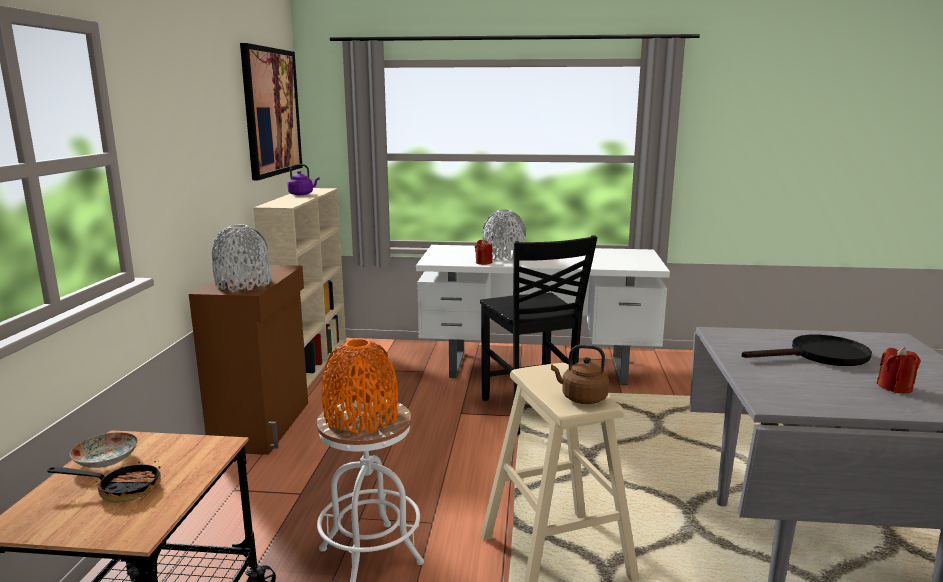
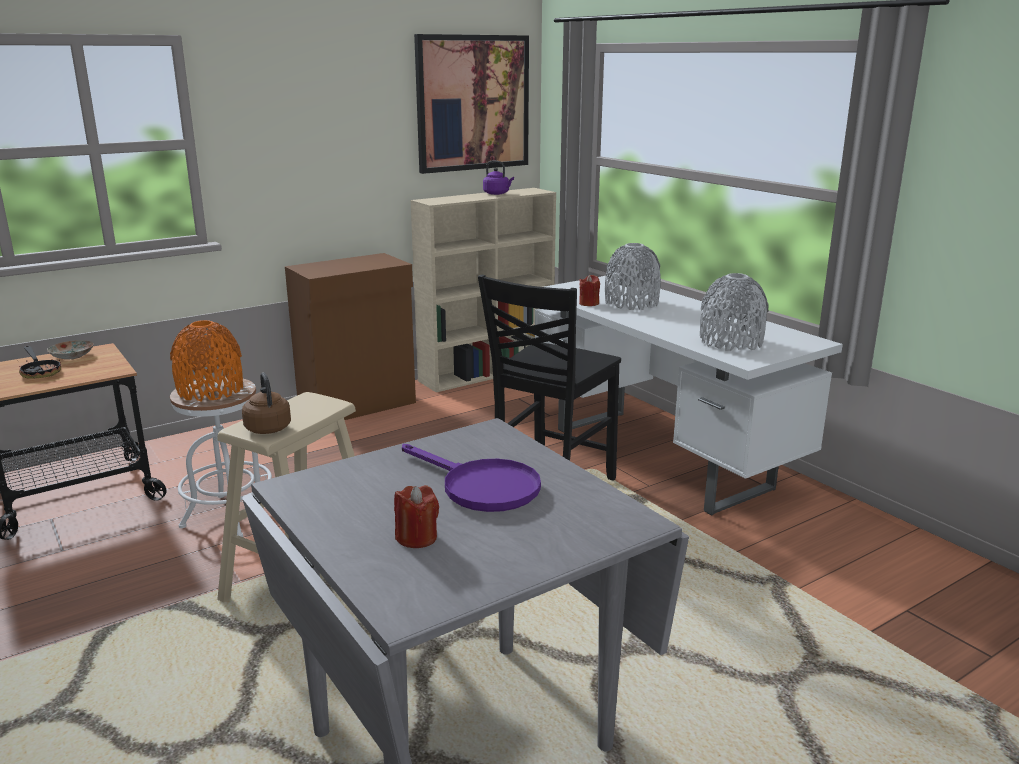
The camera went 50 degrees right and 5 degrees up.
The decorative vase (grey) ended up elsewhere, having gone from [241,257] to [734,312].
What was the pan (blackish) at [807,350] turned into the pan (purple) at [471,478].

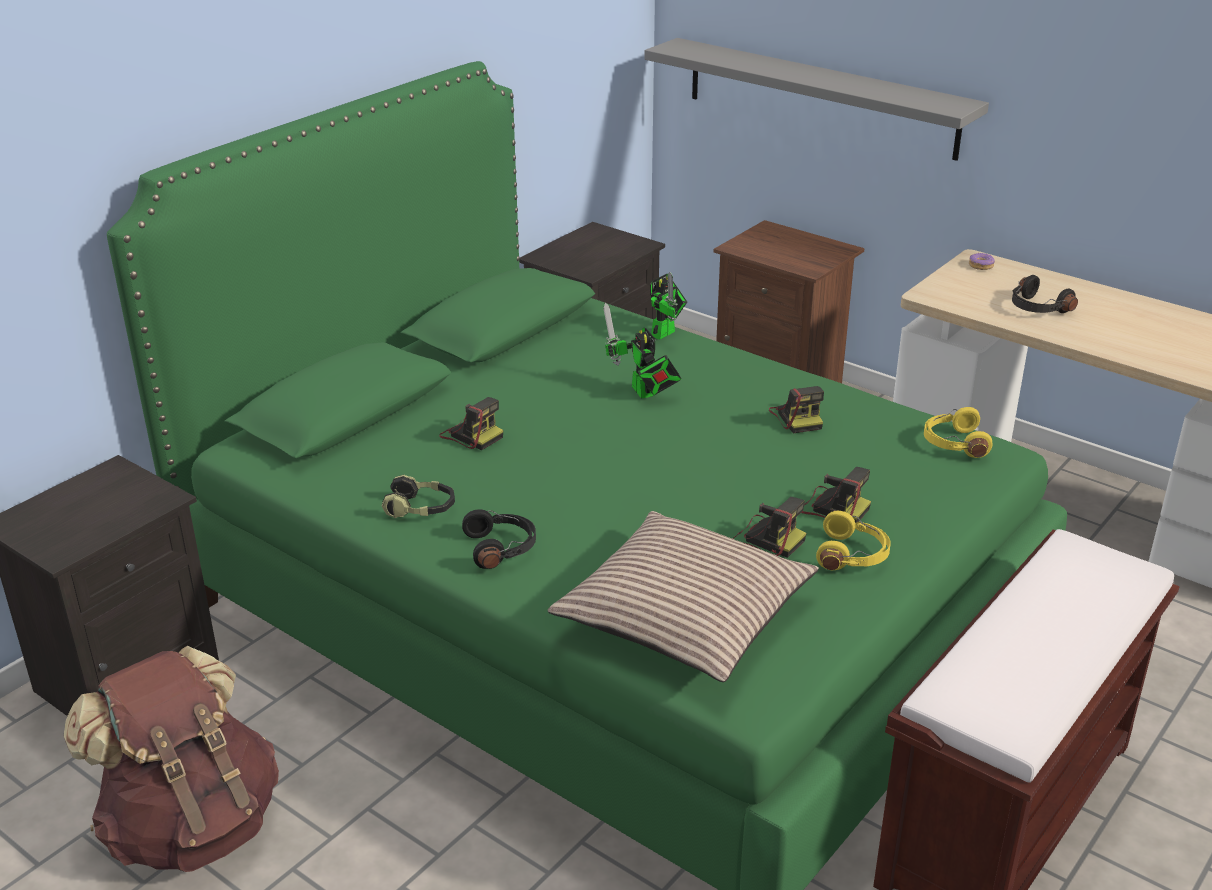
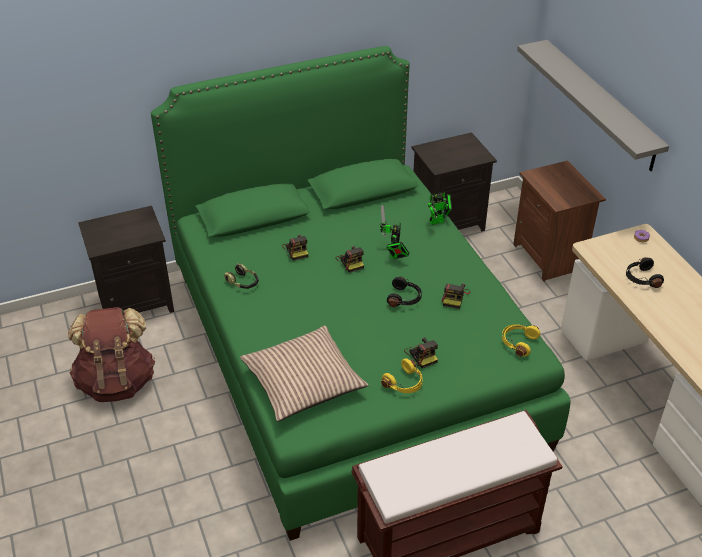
The camera went 30 degrees right and 10 degrees up.
The photo camera ended up elsewhere, having gone from [769,527] to [350,259].
The pair of headphones (blackish) ended up elsewhere, having gone from [499,539] to [404,292].

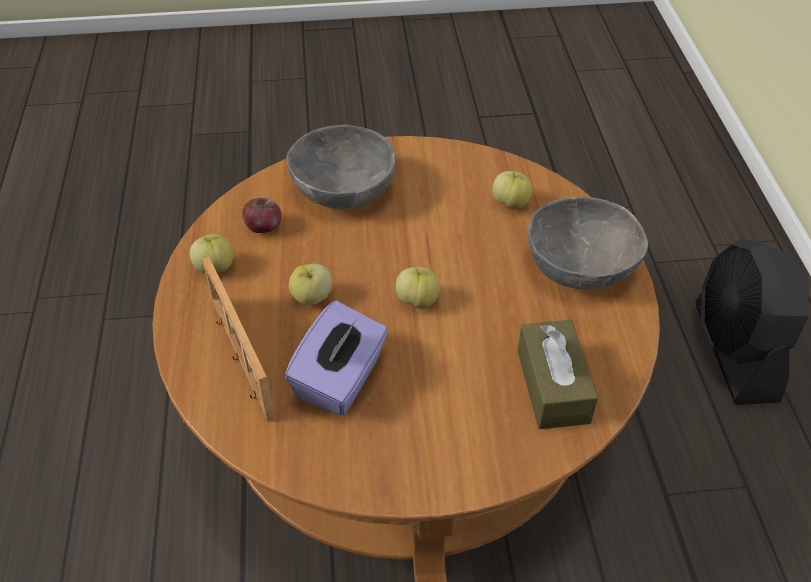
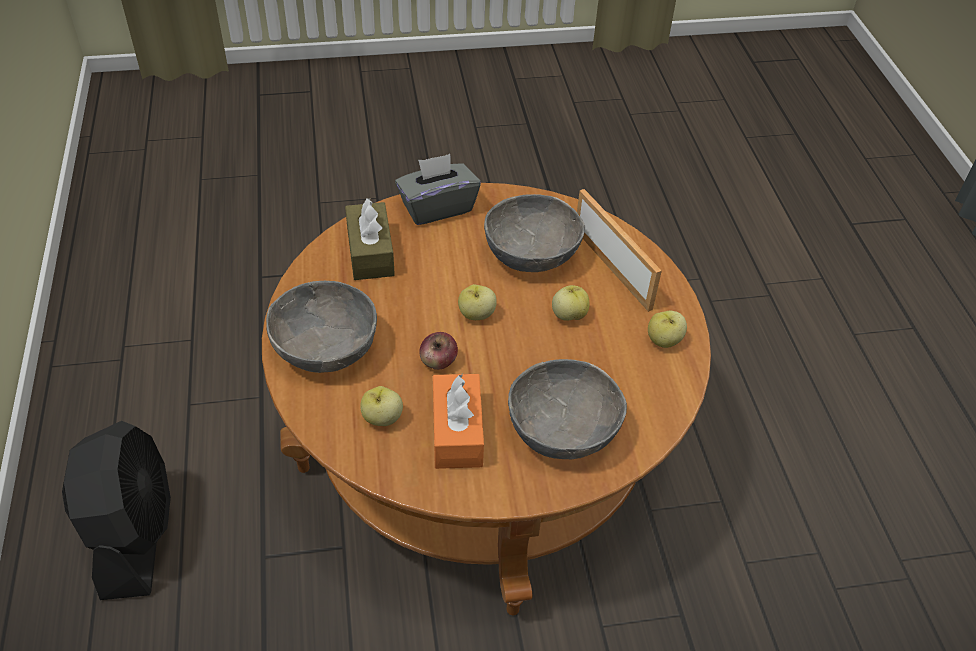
The camera went 175 degrees right and 0 degrees up.
The apple fruit ended up elsewhere, having gone from [262,215] to [438,351].
Where the box of tissues (purple) stood at [336,358], the deep dish (grey) came to stand at [534,233].
The second view gained the box of tissues (grey) at [438,189].
The second view gained the box of tissues (orange-coloured) at [458,421].

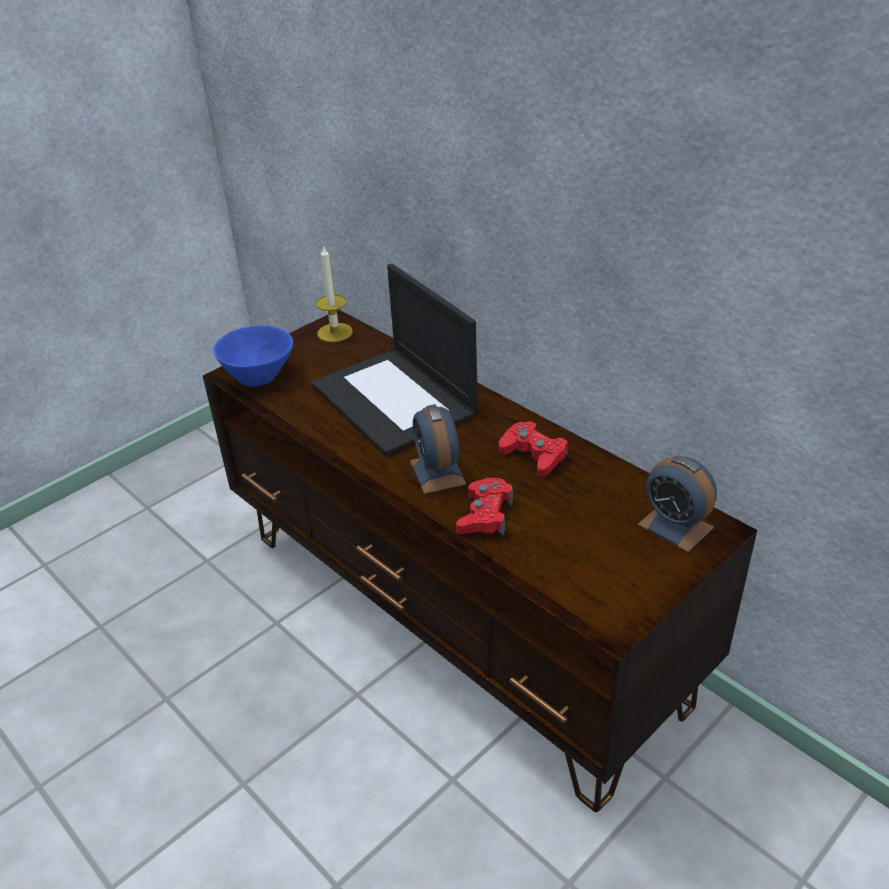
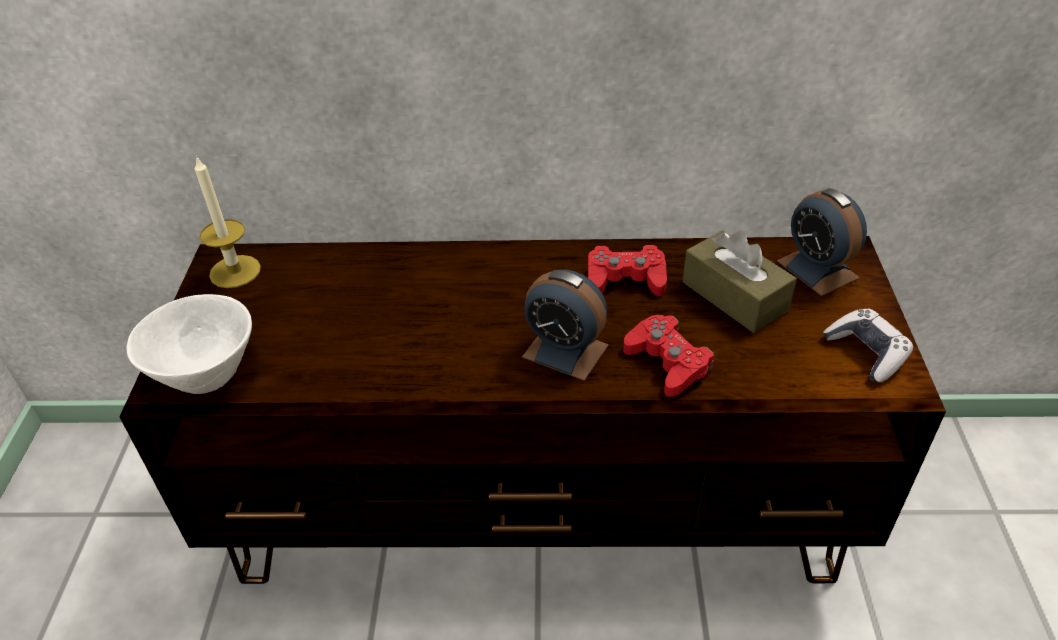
The camera went 45 degrees left and 5 degrees up.
The second view lost the notebook computer at [394,359].
What was the deep dish (blue) at [253,356] turned into the deep dish (white) at [189,344].
The alarm clock at [677,503] ended up facing another way, 60 degrees clockwise from before.
The second view gained the box of tissues (brownish) at [740,281].
The second view gained the gamepad at [868,346].

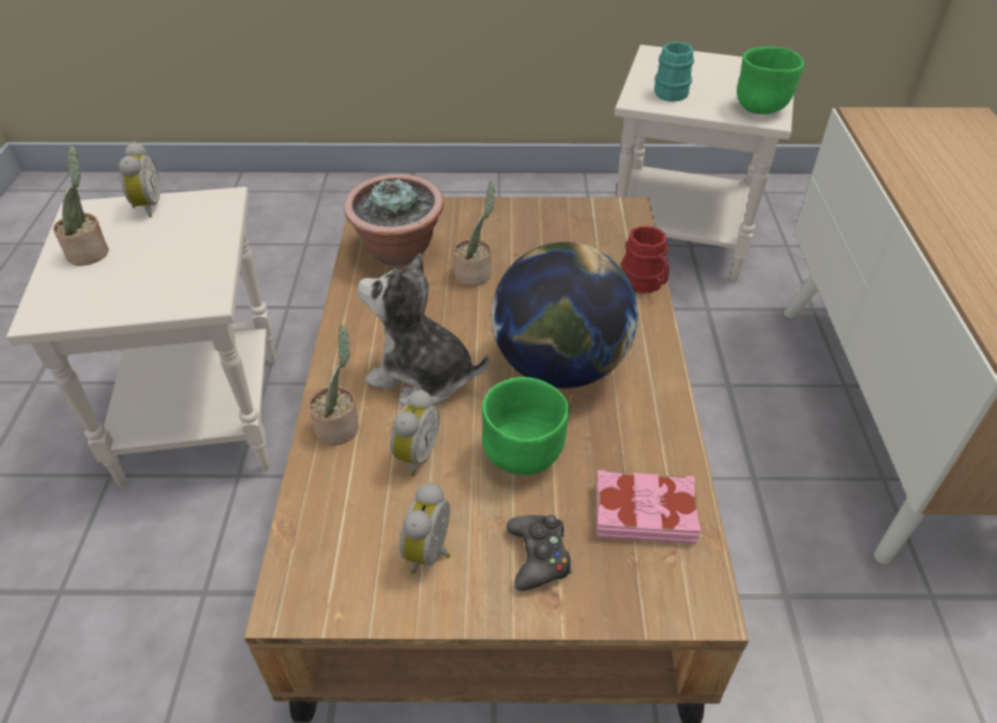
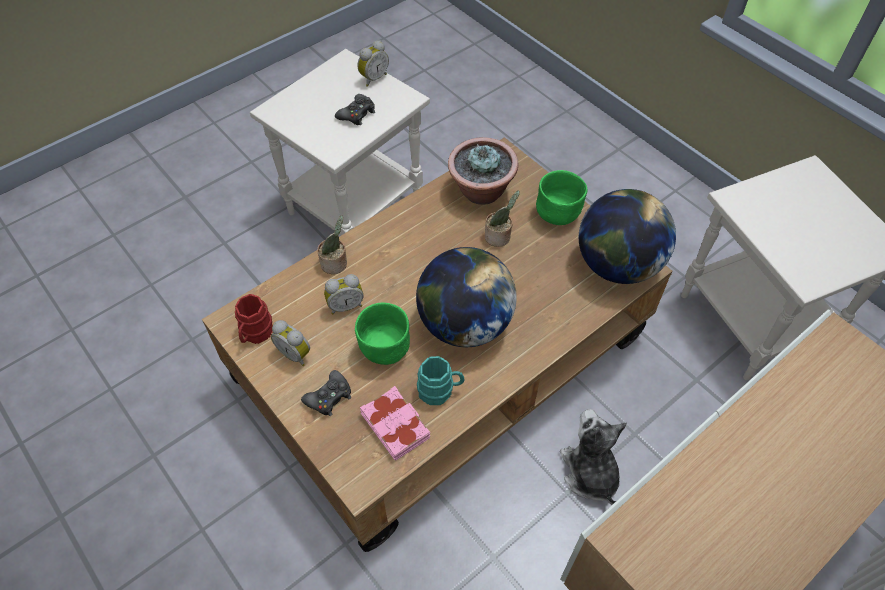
The camera went 50 degrees right and 10 degrees up.
The coffee mug (turquoise-coloured) ended up elsewhere, having gone from [674,72] to [441,380].
The deep dish (greenish) ended up elsewhere, having gone from [770,80] to [562,197].
The second view lost the potted plant at [81,206].
The coffee mug (reddish) ended up elsewhere, having gone from [645,259] to [254,319].
The cuddly toy ended up elsewhere, having gone from [423,329] to [593,457].
The alarm clock at [425,528] ended up facing another way, 120 degrees counterclockwise from before.
The second view gained the gamepad (blackish) at [355,109].
The second view gained the world globe at [627,236].

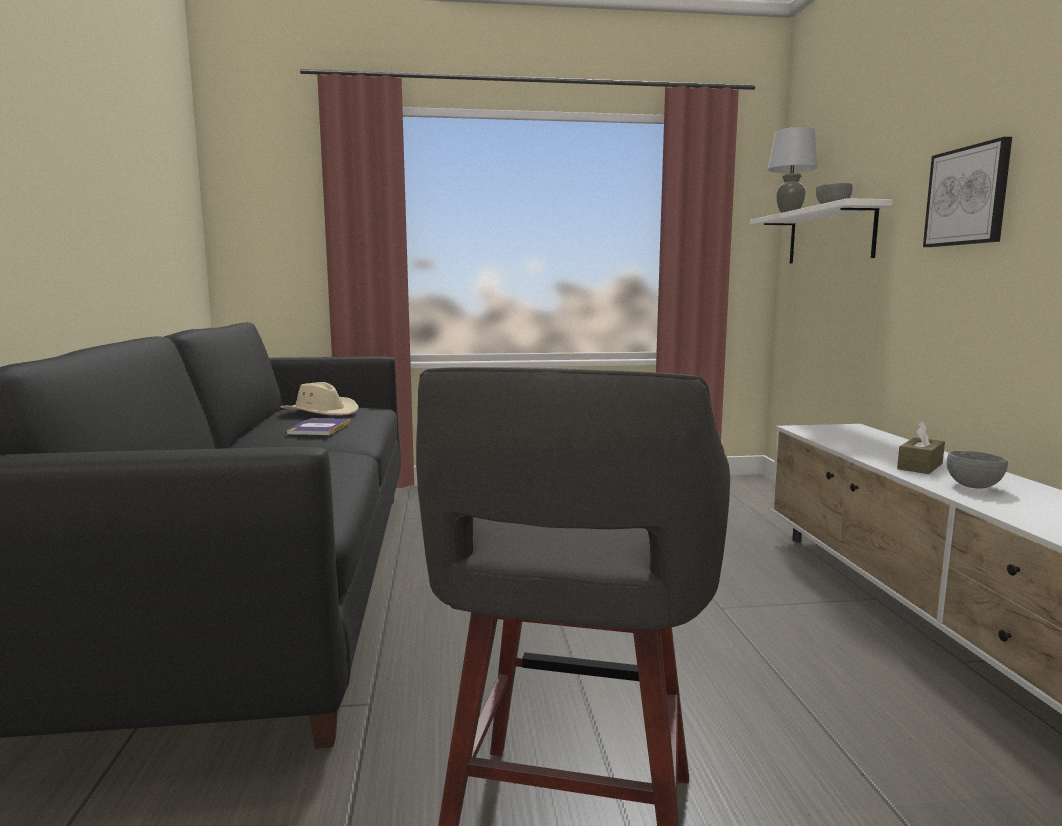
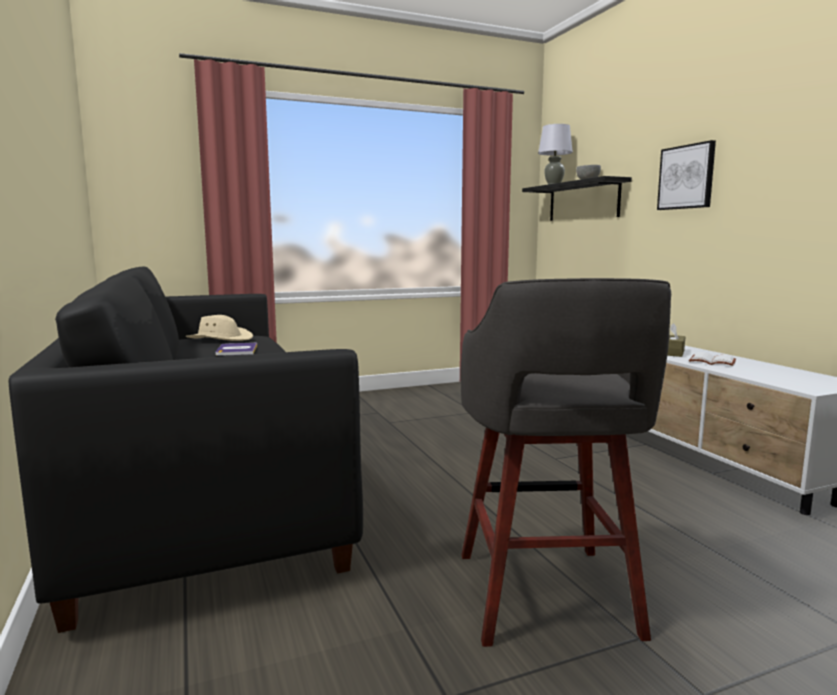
The camera went 15 degrees left and 0 degrees up.
What was the wall shelf (white) at [821,231] turned into the wall shelf (blackish) at [577,198].
Where the deep dish (grey) stood at [977,470], the bound book (white) came to stand at [712,359].

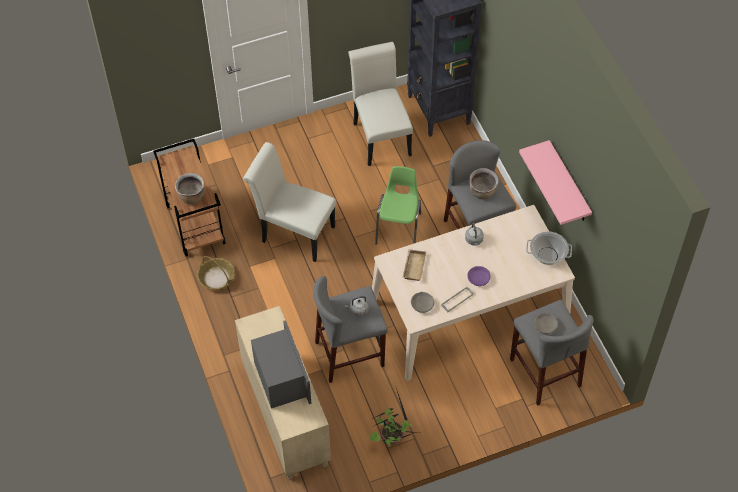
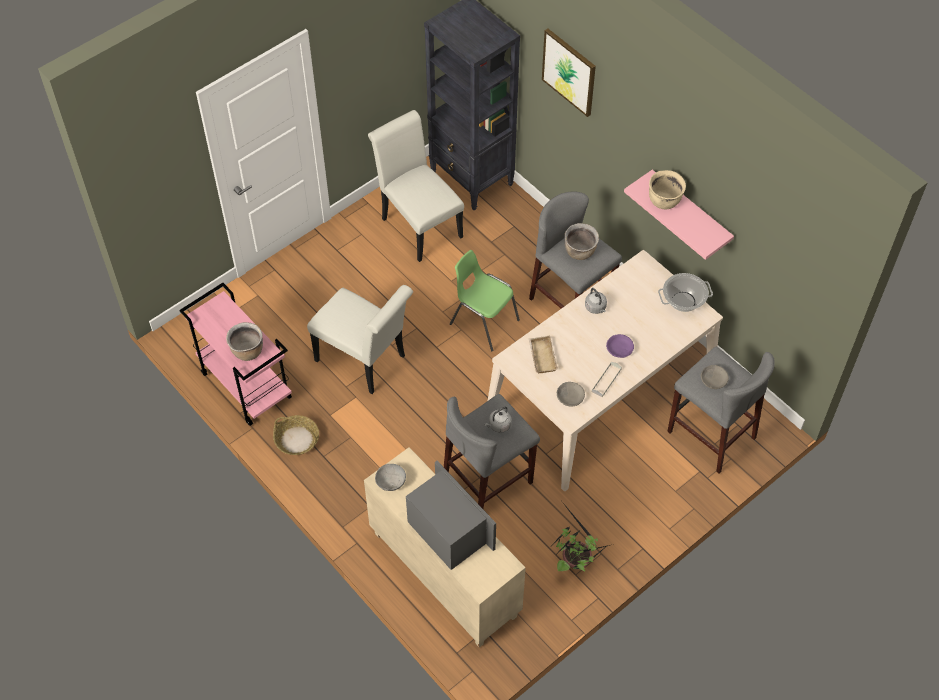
The camera went 20 degrees left and 0 degrees up.
What was the trolley (brownish) at [189,197] turned into the trolley (pink) at [235,354].
The chair (white) at [289,202] ended up facing another way, 150 degrees counterclockwise from before.
The chair (greenish) at [398,205] ended up facing another way, 45 degrees counterclockwise from before.
The second view gained the wall art at [569,72].
The second view gained the saucepot (sand-coloured) at [667,190].
The second view gained the deep dish (grey) at [390,477].

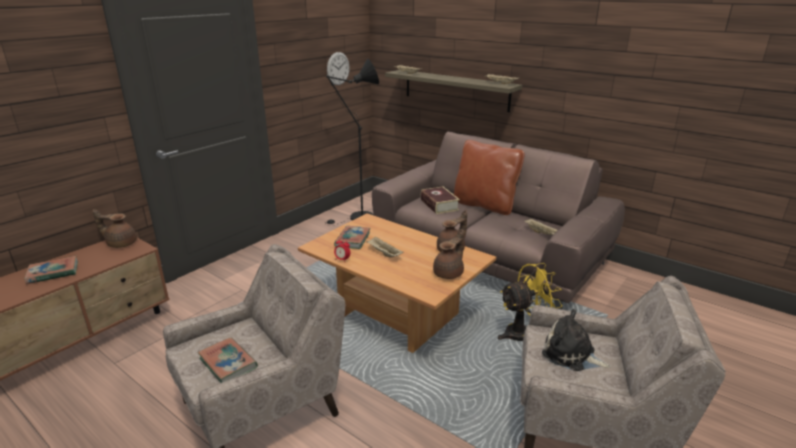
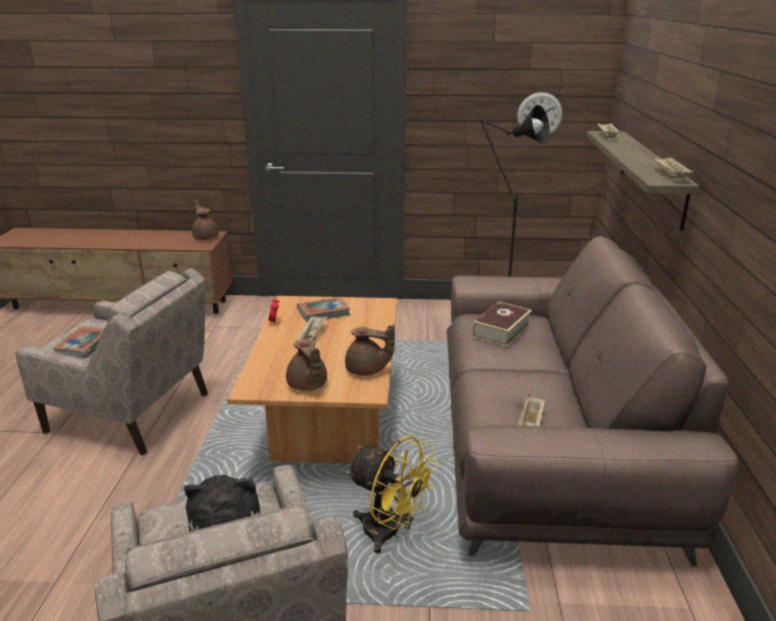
The camera went 55 degrees right and 0 degrees up.
The second view lost the cushion (brownish) at [489,177].
The teapot (brownish) at [448,254] ended up facing another way, 60 degrees clockwise from before.
The second view lost the bound book at [51,270].

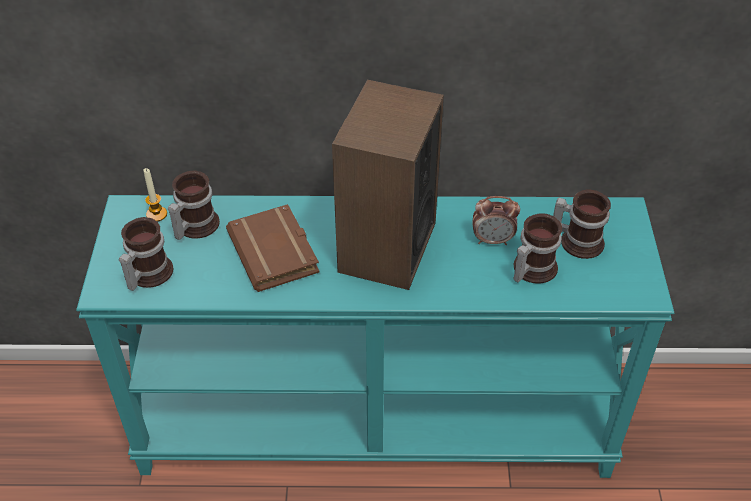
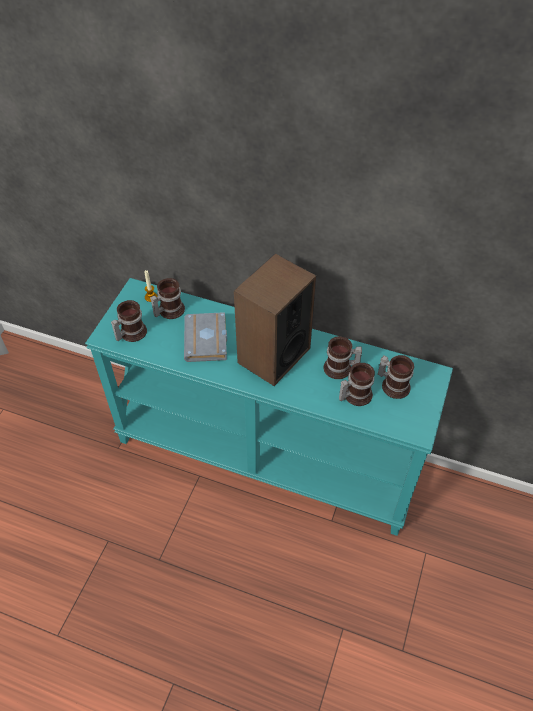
The camera went 20 degrees right and 5 degrees up.
Where the alarm clock stood at [496,220], the coffee mug came to stand at [343,357].
What was the bound book (brownish) at [272,248] turned into the bound book (grey) at [205,337].

